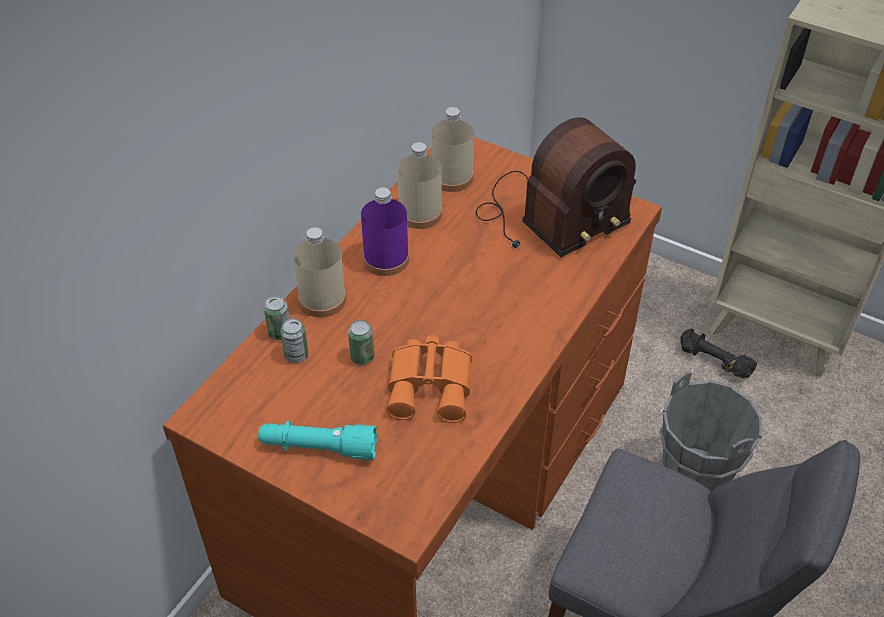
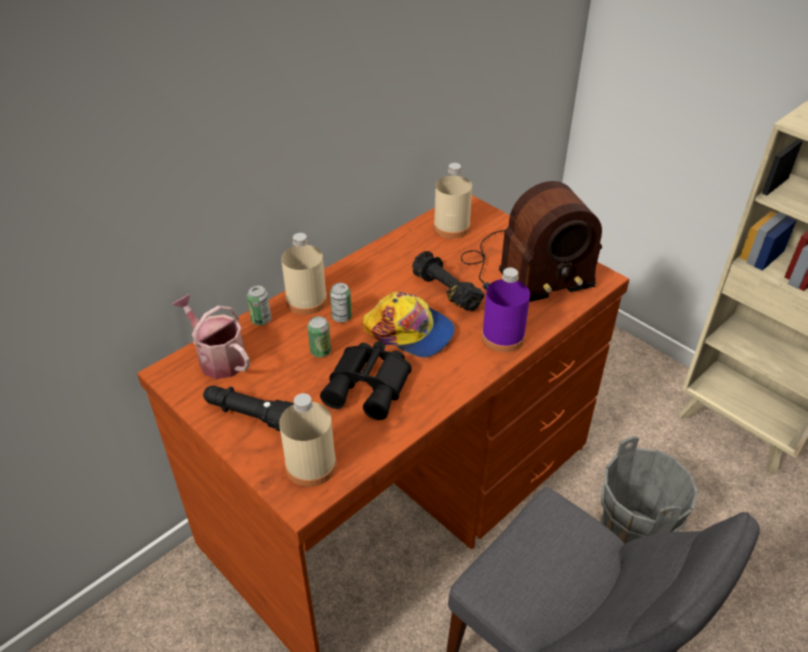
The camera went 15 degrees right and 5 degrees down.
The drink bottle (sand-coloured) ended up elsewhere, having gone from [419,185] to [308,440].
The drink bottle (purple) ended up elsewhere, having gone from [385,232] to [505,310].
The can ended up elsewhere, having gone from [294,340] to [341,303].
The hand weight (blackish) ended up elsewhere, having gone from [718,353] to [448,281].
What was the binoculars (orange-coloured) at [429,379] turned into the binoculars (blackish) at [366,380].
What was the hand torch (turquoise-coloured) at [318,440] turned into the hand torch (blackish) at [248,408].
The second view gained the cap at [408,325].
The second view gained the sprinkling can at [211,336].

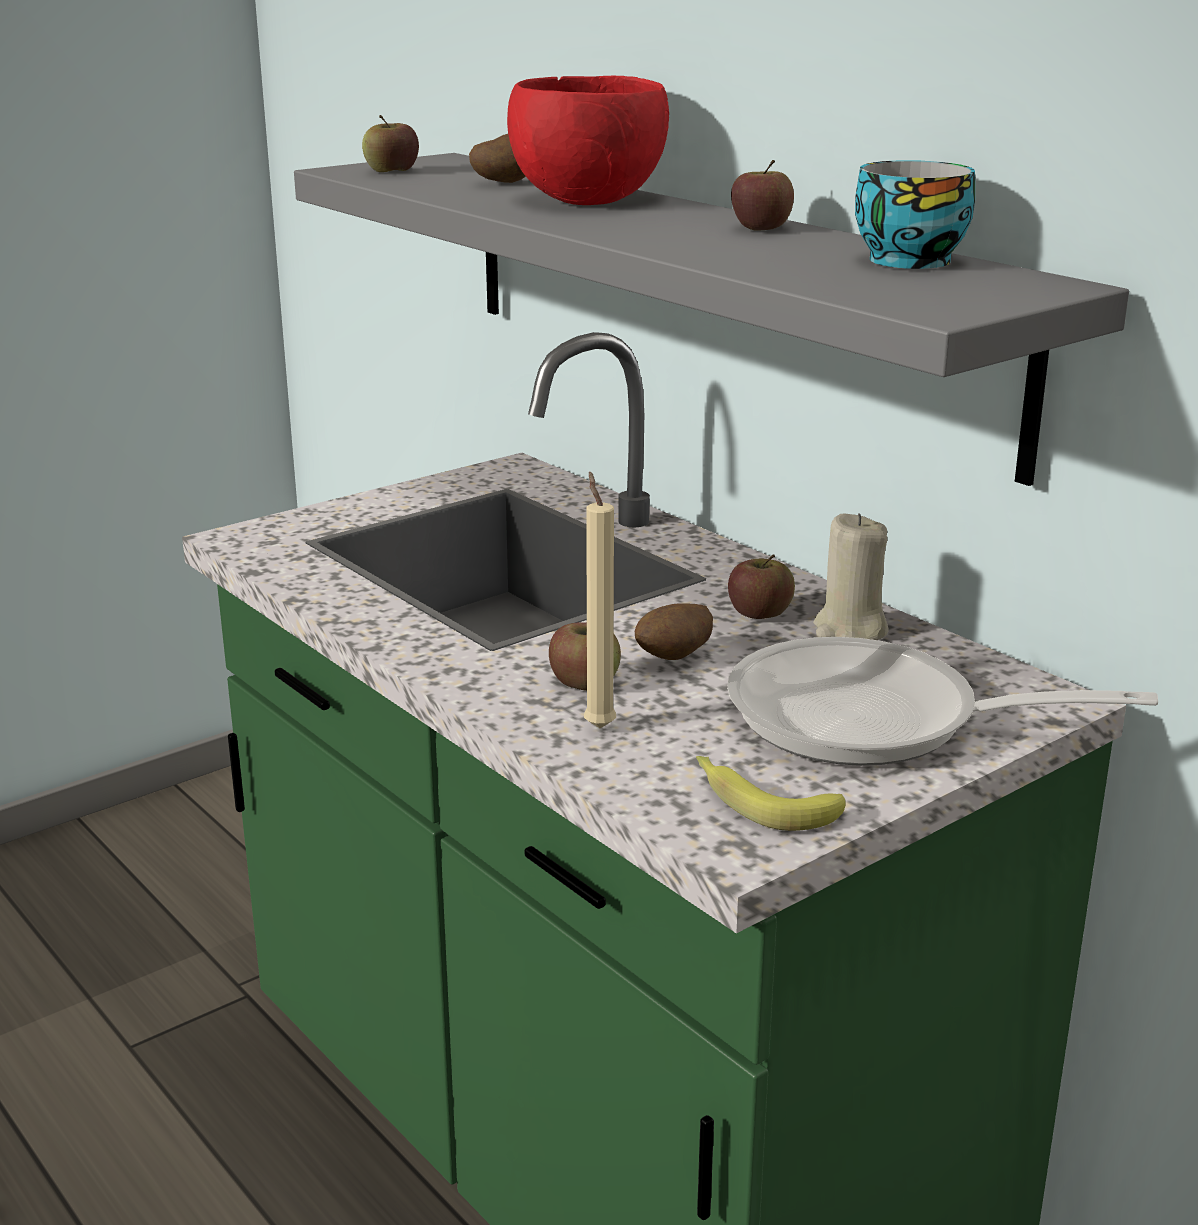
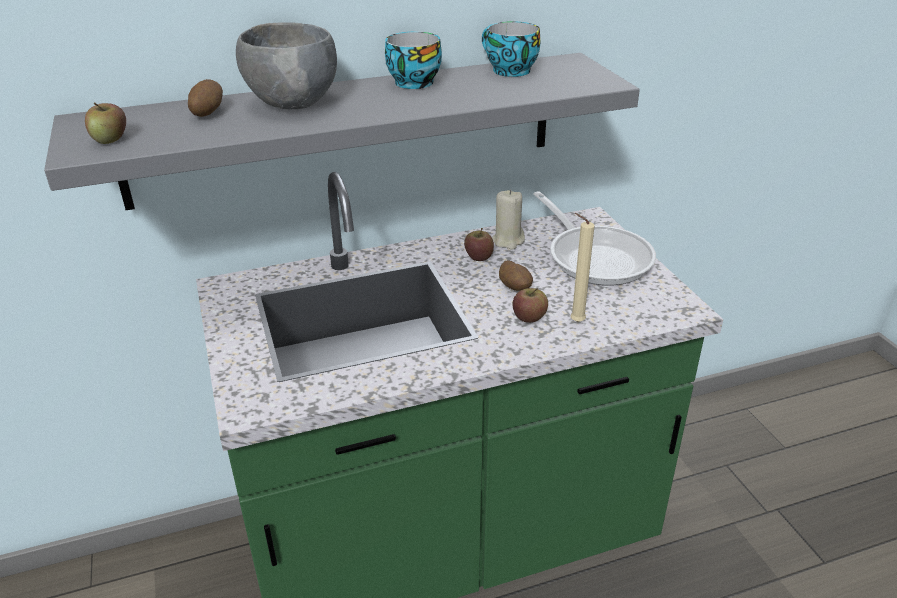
The camera went 70 degrees left and 10 degrees up.
What was the deep dish (reddish) at [588,140] turned into the deep dish (grey) at [286,65].
Where the apple fruit stood at [762,195], the drinking cup came to stand at [413,60].
The pan at [942,701] ended up facing another way, 60 degrees counterclockwise from before.
The second view lost the whole banana at [771,793].

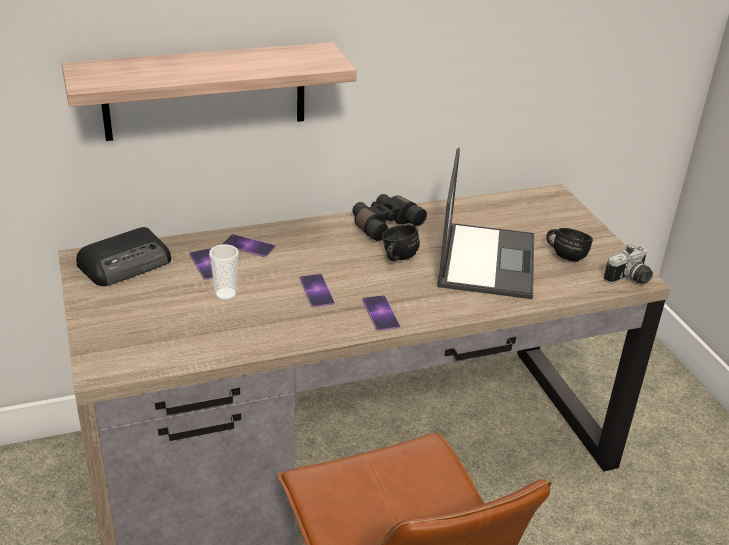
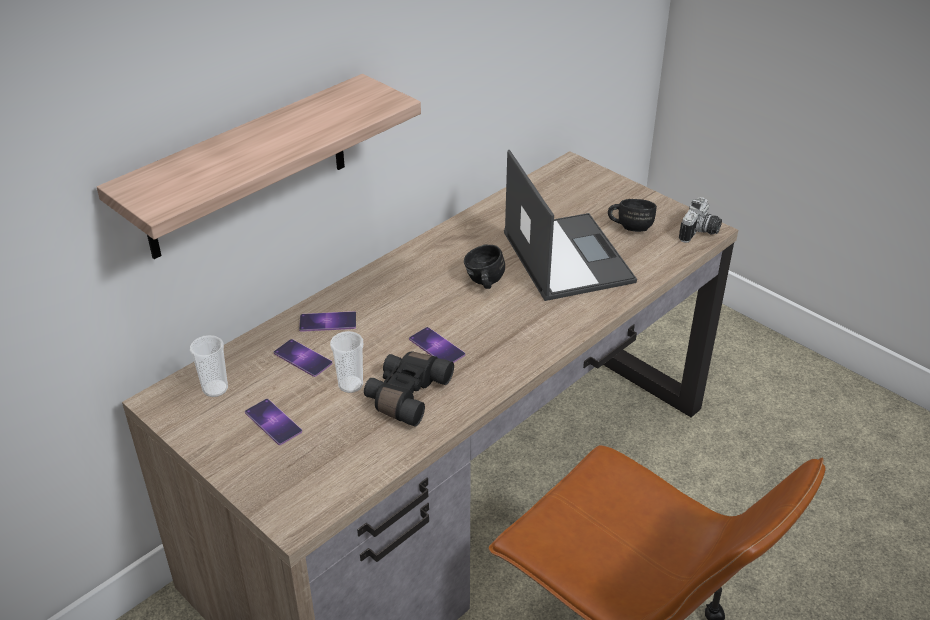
The camera went 25 degrees left and 5 degrees up.
The binoculars (blackish) ended up elsewhere, having gone from [389,217] to [409,389].
Where the radio set stood at [123,256], the drinking cup came to stand at [209,366].
The handset ended up elsewhere, having gone from [381,313] to [273,422].

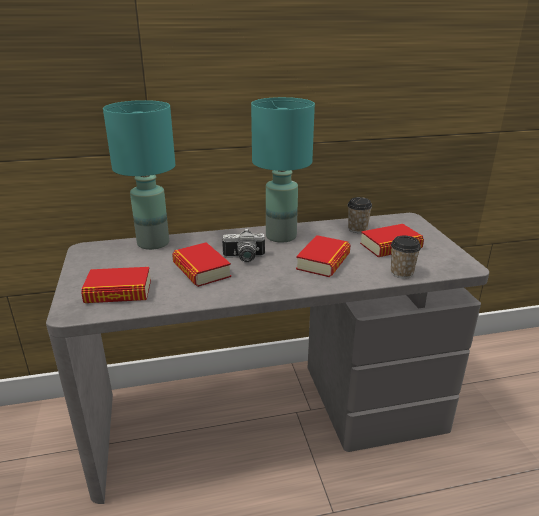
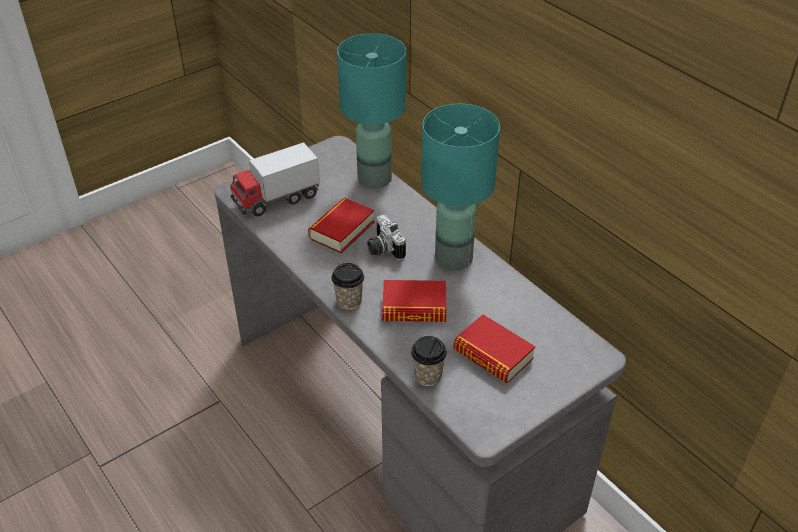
The camera went 65 degrees right and 15 degrees up.
The drinking cup ended up elsewhere, having gone from [359,215] to [348,286].
Where the bound book stood at [116,285], the toy truck came to stand at [275,179].

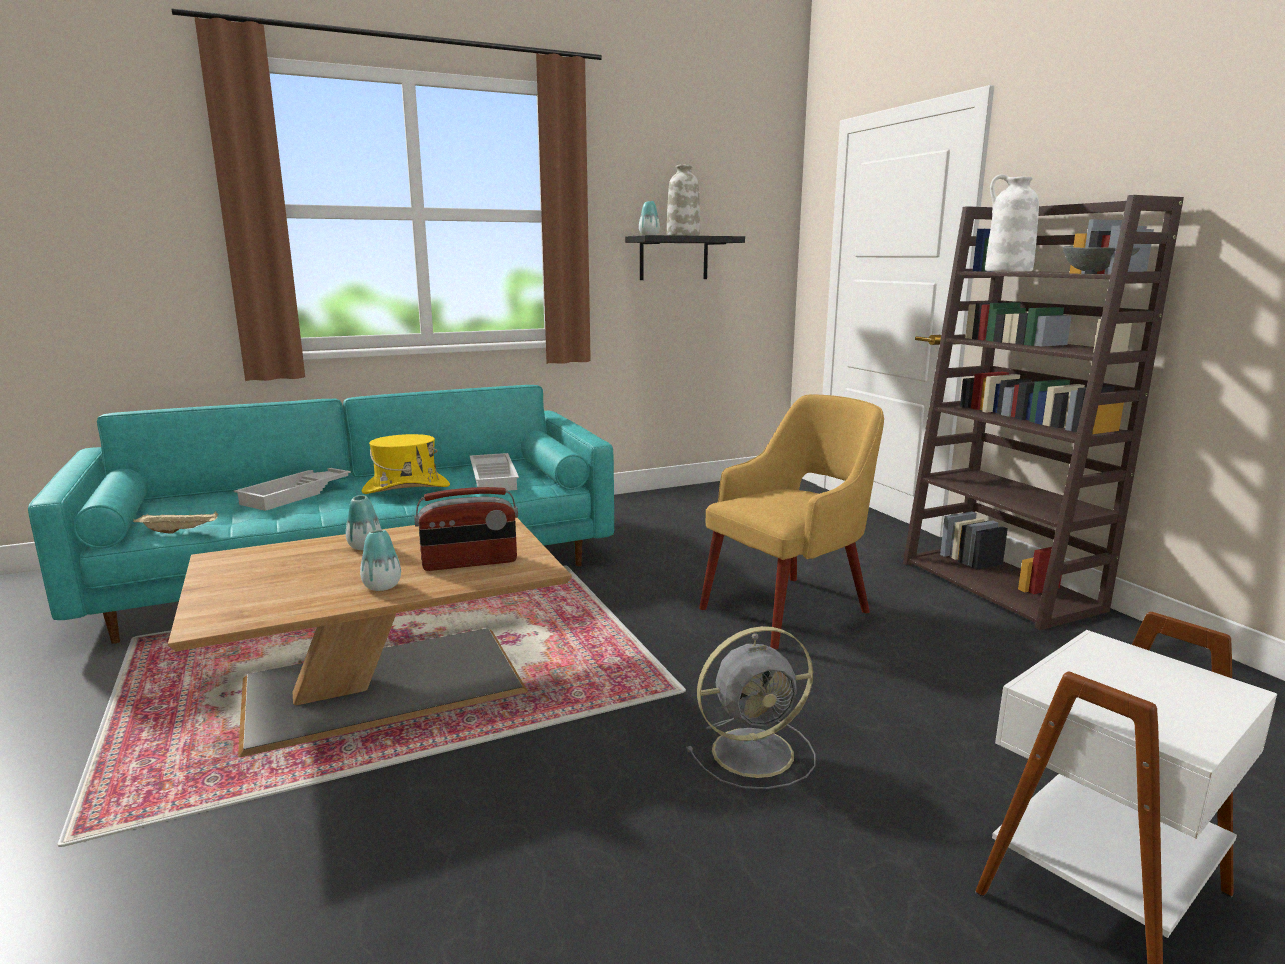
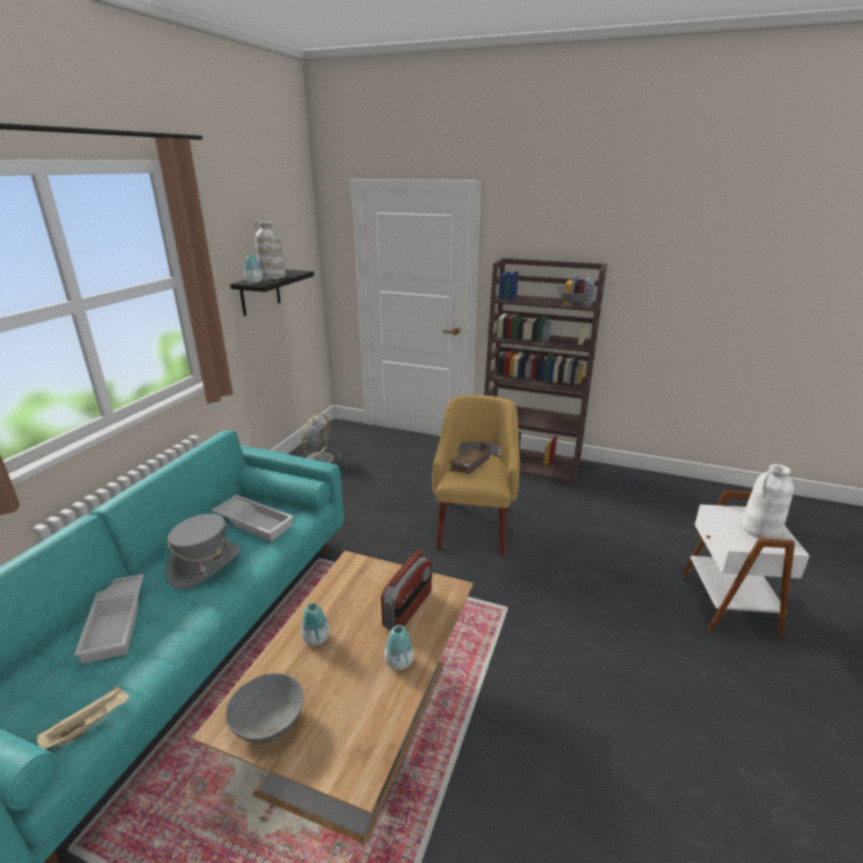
The camera went 45 degrees left and 10 degrees up.
The decorative vase (white) ended up elsewhere, having gone from [1012,223] to [767,501].
What was the wearable hat (yellow) at [406,464] turned into the wearable hat (grey) at [203,551].
The fan (grey) ended up elsewhere, having gone from [750,707] to [321,439].
The second view gained the bound book (brownish) at [469,460].
The second view gained the deep dish (grey) at [264,708].

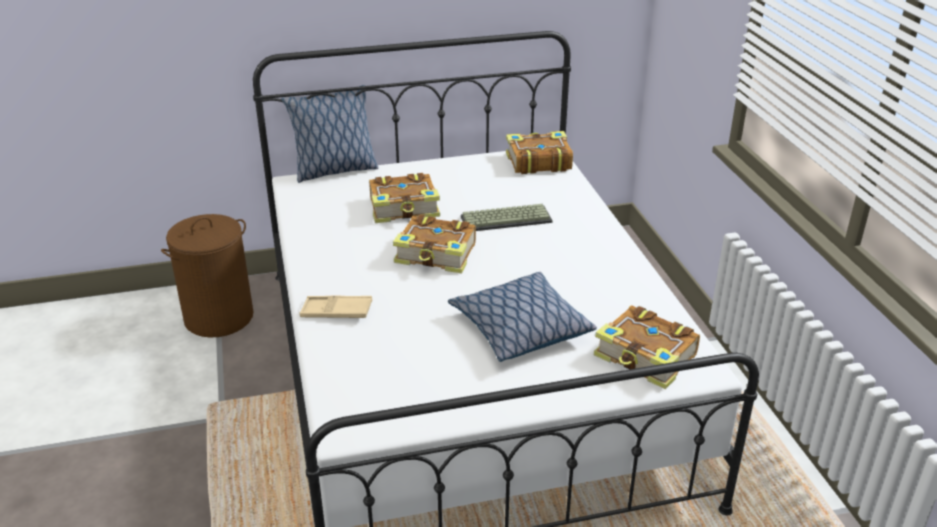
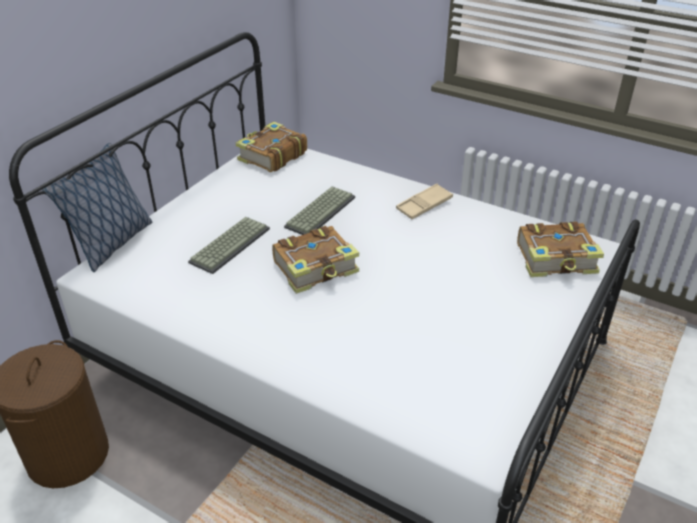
The camera went 45 degrees left and 5 degrees up.
Where the bound book stood at [404,198], the keyboard came to stand at [229,245].
The second view lost the cushion at [522,317].
The tray (sand-coloured) ended up elsewhere, having gone from [335,306] to [424,201].

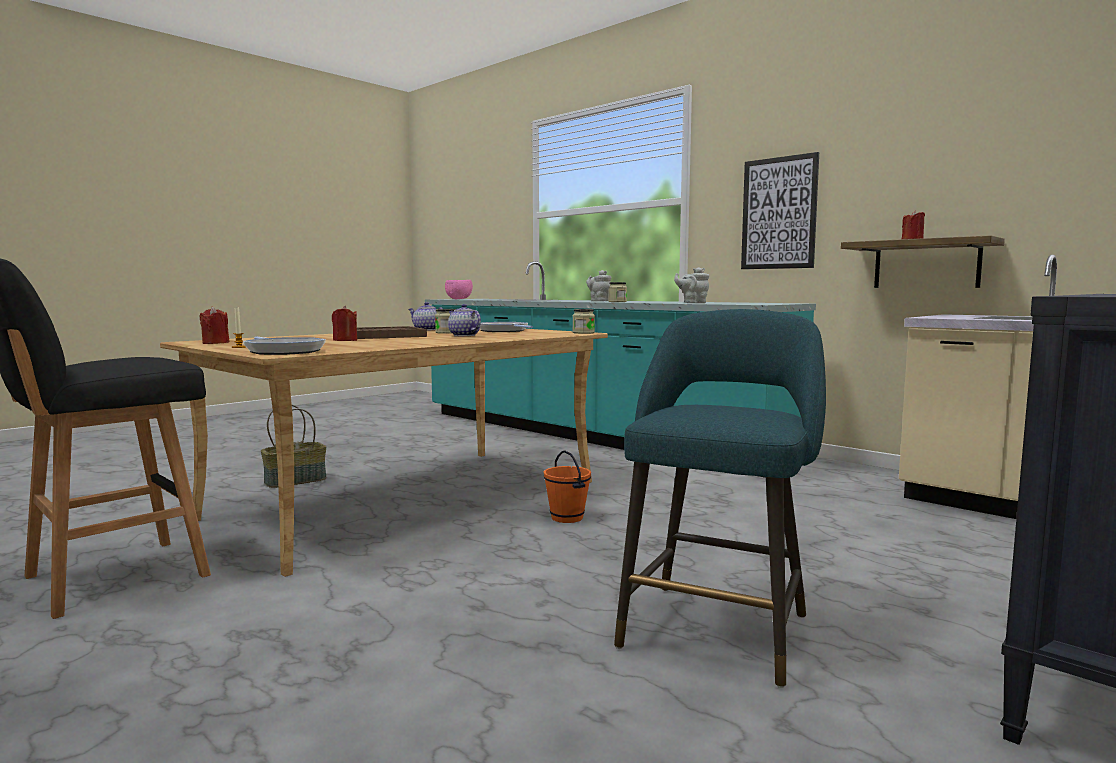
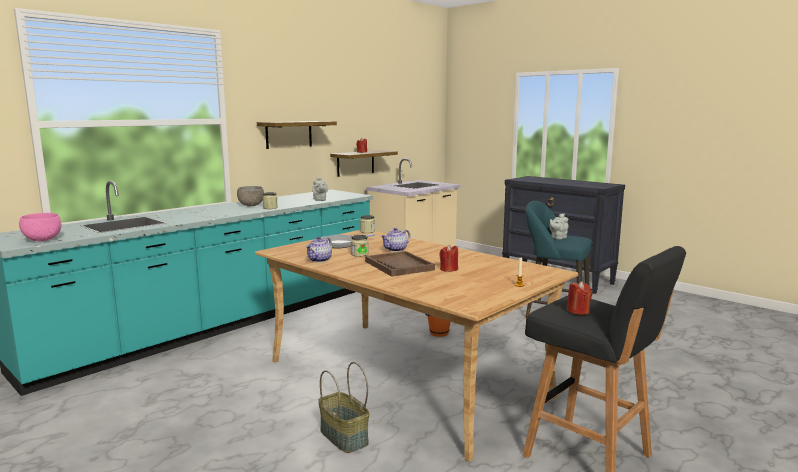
The camera went 90 degrees left and 5 degrees up.
Where the wall art hung at [780,210], the wall shelf came to hang at [297,135].
The teapot (grey) ended up elsewhere, having gone from [598,285] to [558,226].
The candle (reddish) ended up elsewhere, having gone from [214,325] to [579,298].
The second view lost the pan at [284,345].
The second view gained the deep dish (grey) at [250,196].

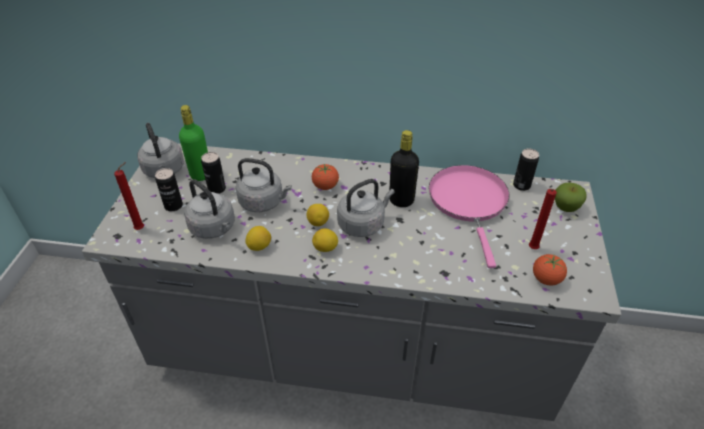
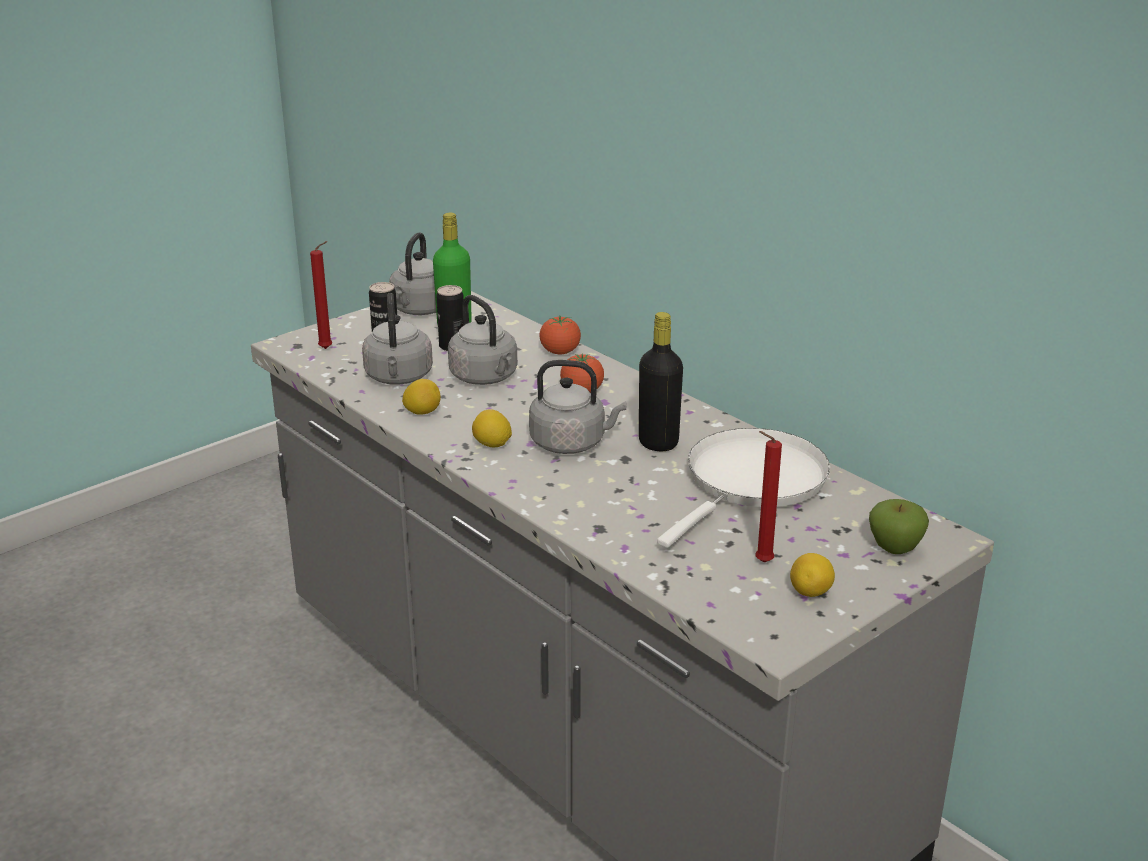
The camera went 40 degrees right and 15 degrees down.
The second view lost the can at [526,170].
What was the pan (pink) at [469,216] turned into the pan (white) at [743,488].
The whole lemon ended up elsewhere, having gone from [318,215] to [812,575].
The fresh tomato ended up elsewhere, having gone from [550,270] to [560,335].

